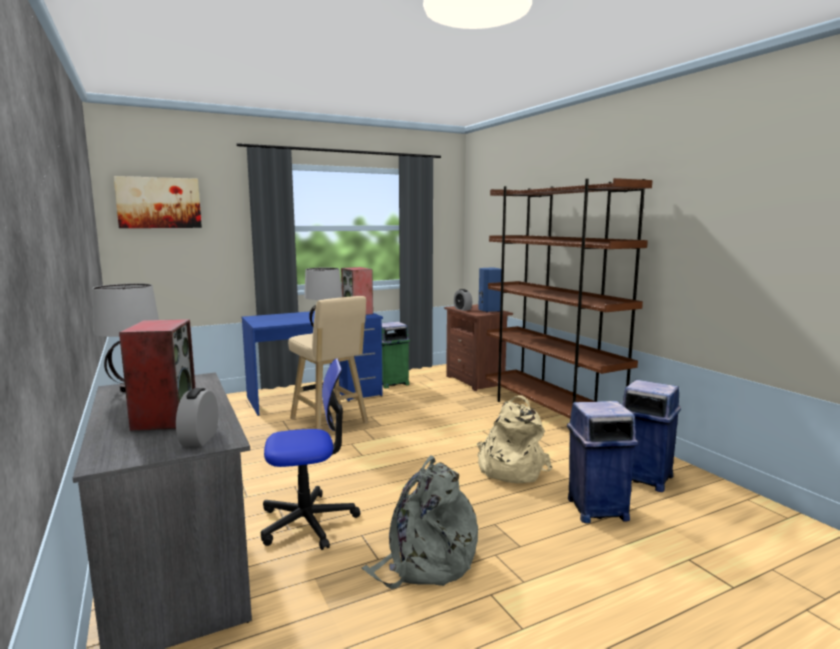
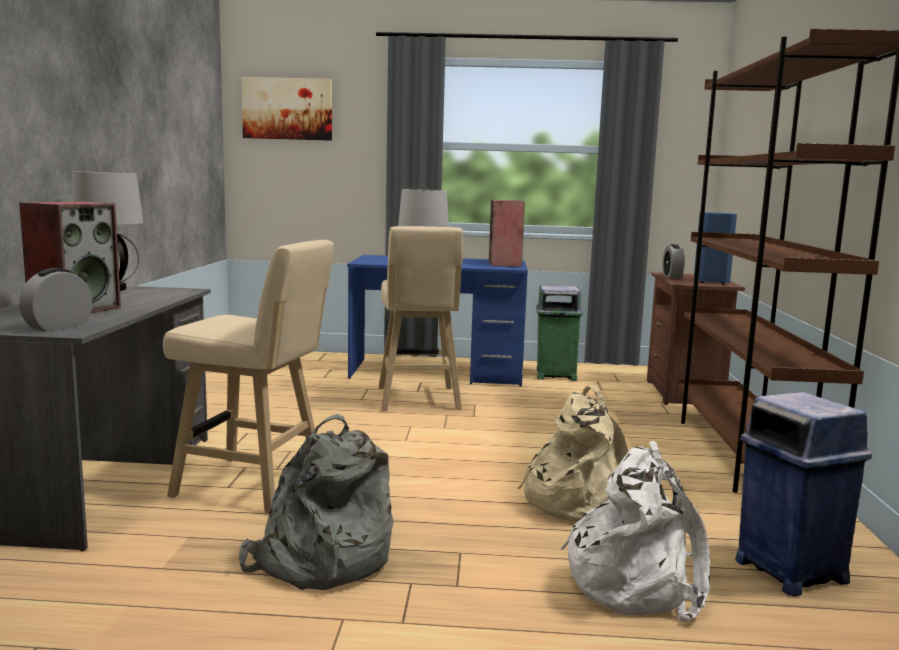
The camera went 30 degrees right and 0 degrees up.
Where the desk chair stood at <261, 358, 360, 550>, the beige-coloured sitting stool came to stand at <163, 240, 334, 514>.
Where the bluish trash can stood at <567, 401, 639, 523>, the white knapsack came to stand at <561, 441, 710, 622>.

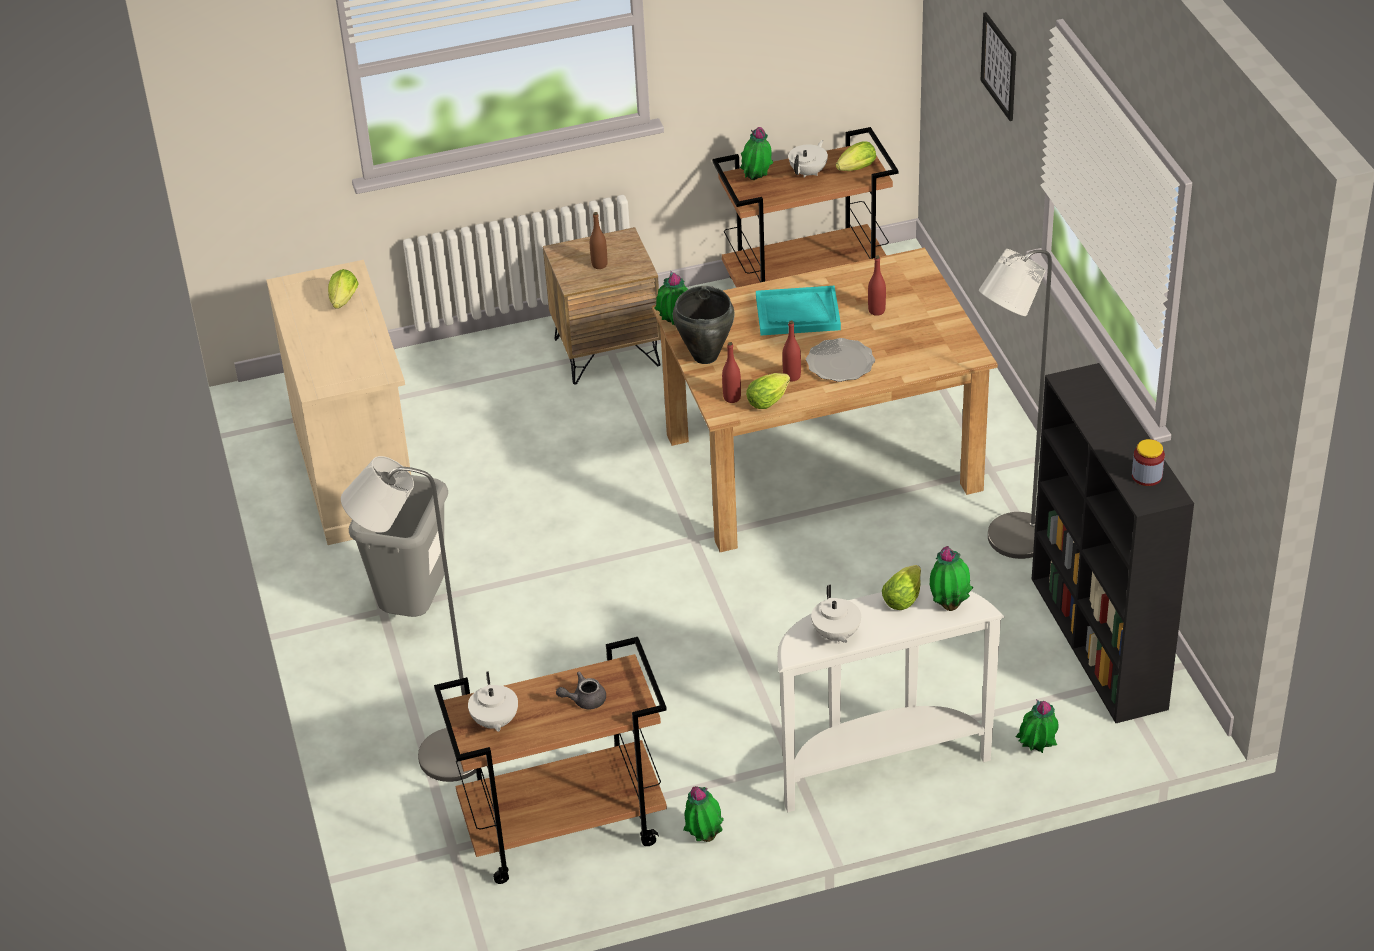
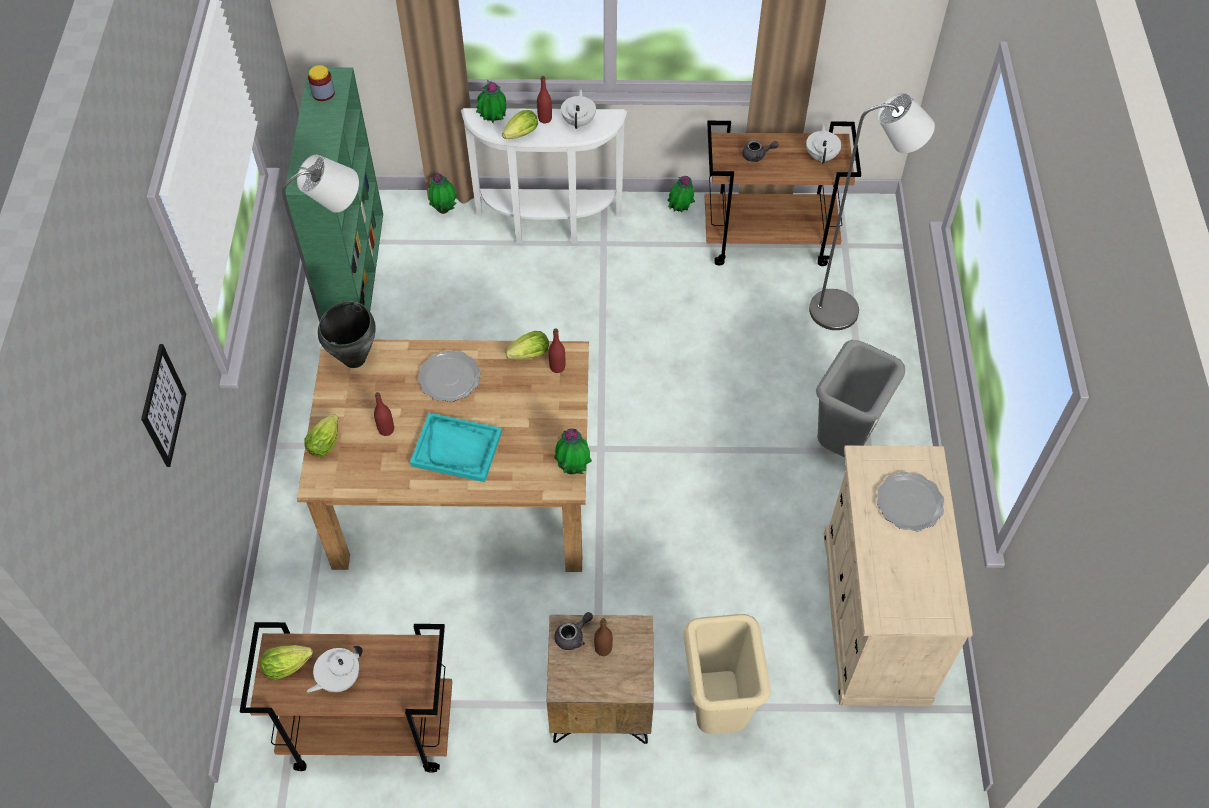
The camera went 165 degrees left and 15 degrees up.
The lettuce head ended up elsewhere, having gone from <328, 269, 359, 309> to <305, 414, 339, 457>.
The black cooking pot ended up elsewhere, having gone from <673, 286, 735, 364> to <318, 301, 376, 368>.
The second view lost the houseplant at <740, 127, 773, 180>.
The red-coloured drink bottle ended up elsewhere, having gone from <782, 320, 801, 381> to <537, 76, 552, 123>.
What was the black shelving unit at <1032, 363, 1194, 723> turned into the greenish shelving unit at <285, 67, 383, 317>.
The second view gained the gray teapot at <554, 612, 593, 650>.
The second view gained the beige-coloured trash can at <683, 614, 771, 734>.
The second view gained the plate at <877, 472, 944, 531>.

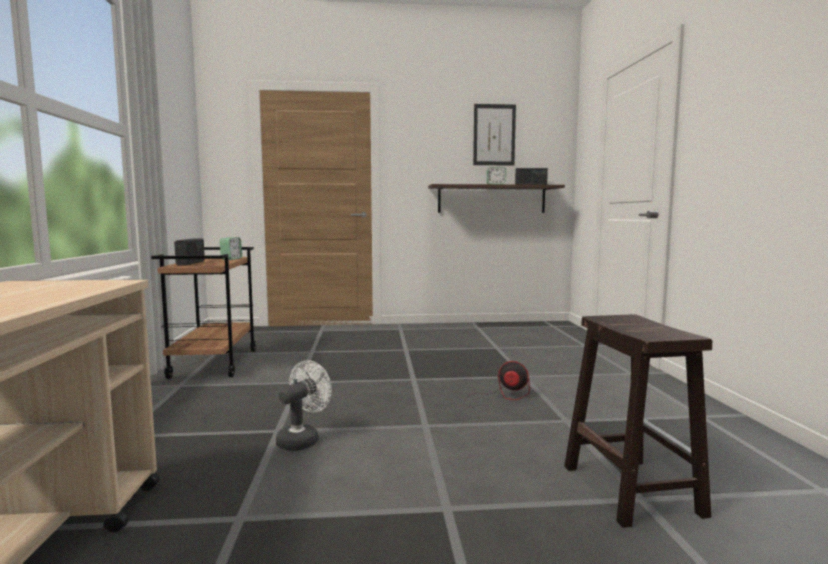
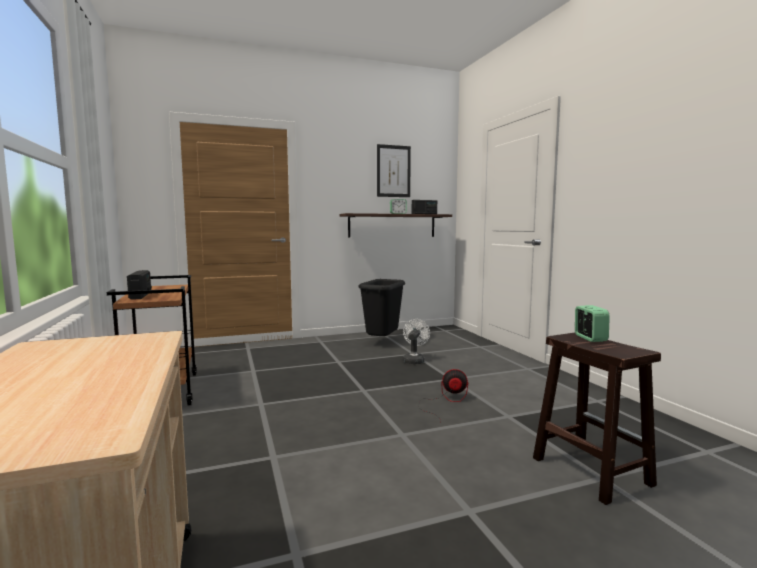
The camera went 15 degrees left and 0 degrees up.
The bedside clock ended up elsewhere, having gone from <220, 237, 242, 260> to <575, 305, 610, 342>.
The white cooling fan ended up elsewhere, having gone from <276, 360, 332, 451> to <403, 319, 430, 364>.
The second view gained the black trash can at <358, 279, 405, 336>.

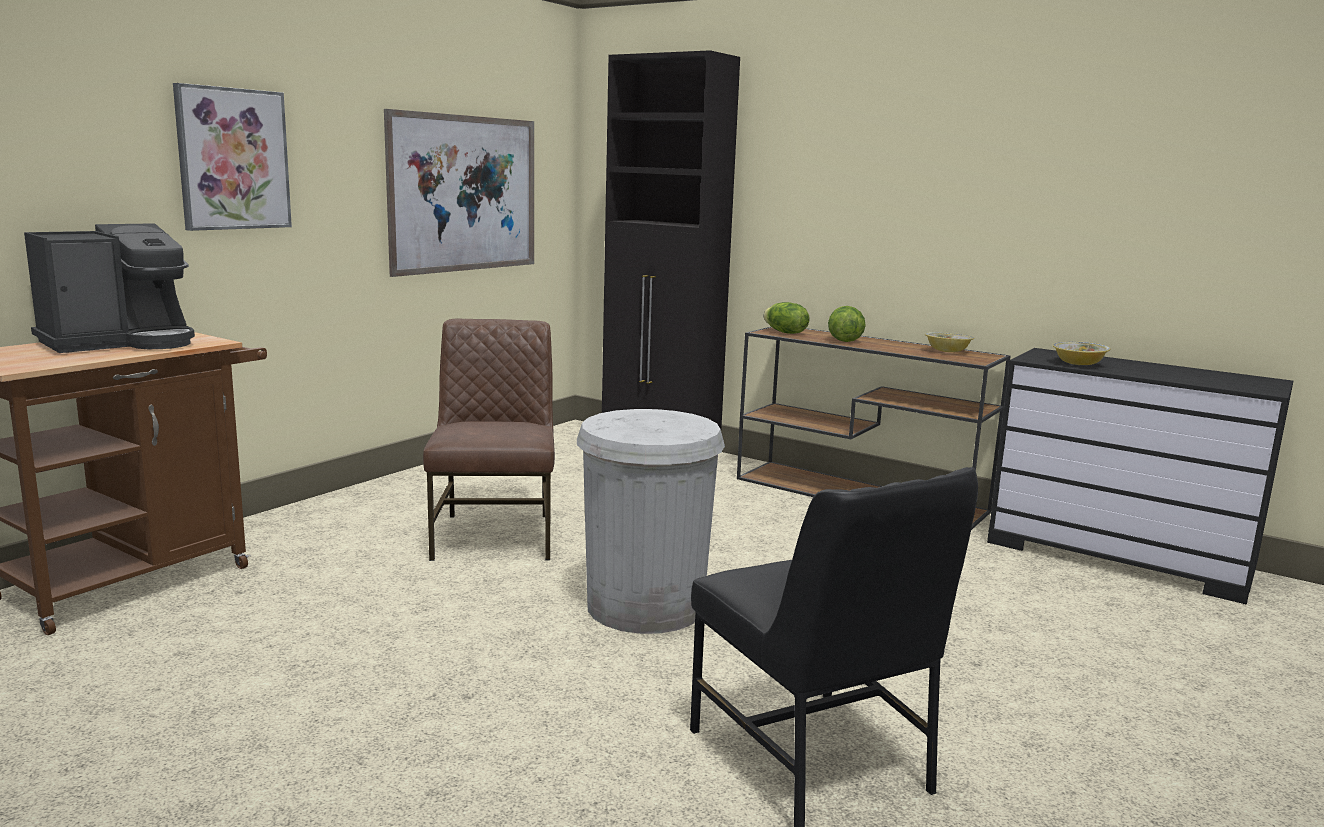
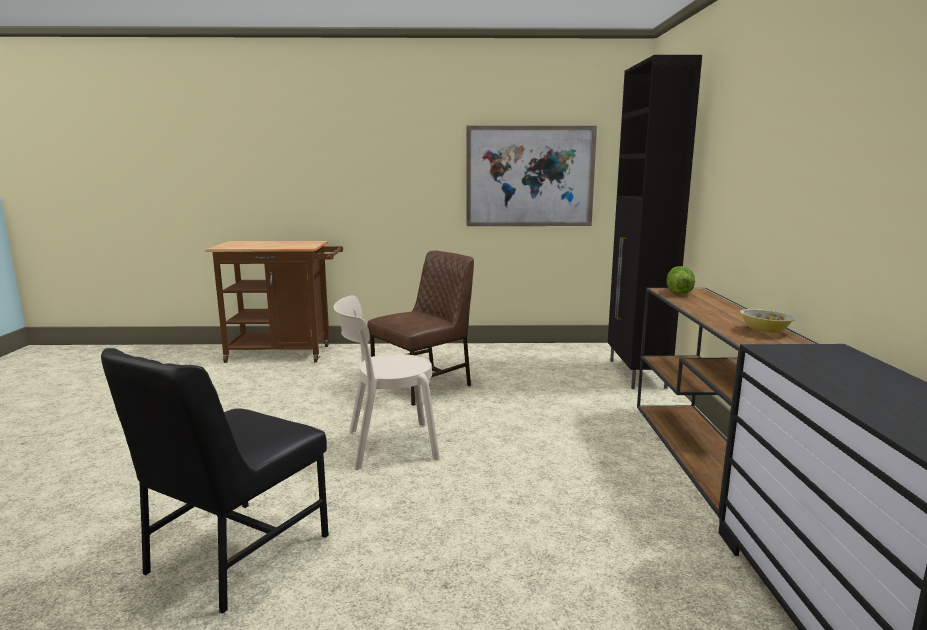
The camera went 55 degrees right and 0 degrees up.
The second view lost the coffee brewer at <24, 223, 195, 353>.
The second view lost the wall picture at <173, 83, 292, 231>.
Where the white trash can stood at <577, 409, 725, 634>, the beige-coloured upright chair came to stand at <334, 296, 440, 470>.
The second view lost the lettuce head at <828, 306, 866, 342>.
The second view lost the bowl at <1053, 341, 1110, 365>.

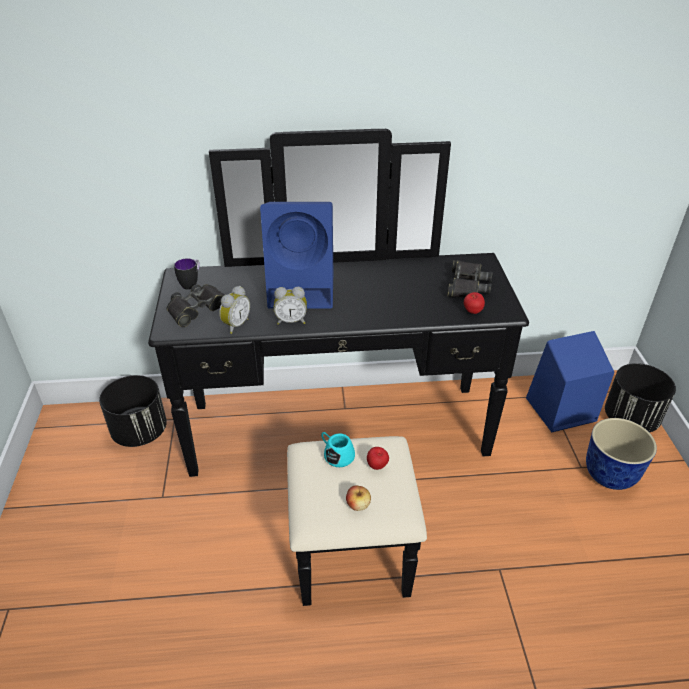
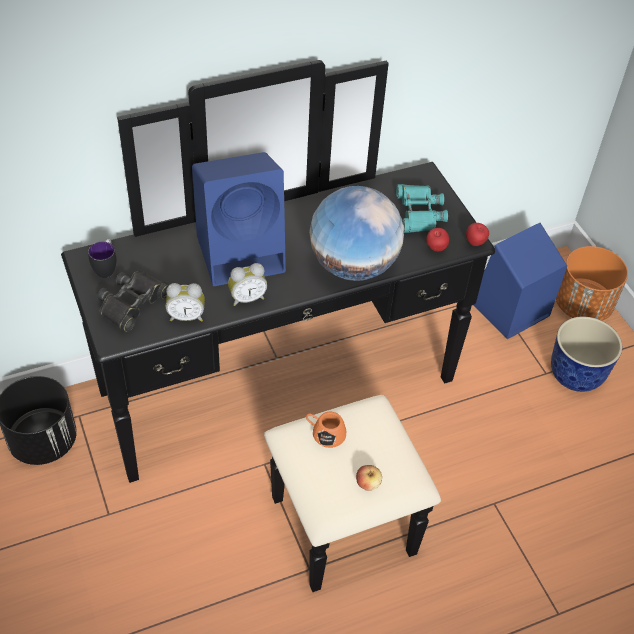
The camera went 20 degrees left and 10 degrees up.
The bedside clock at <219, 286, 250, 334> ended up facing another way, 75 degrees clockwise from before.
What was the turquoise-coloured coffee mug at <321, 432, 355, 467> turned into the orange-coloured coffee mug at <306, 412, 346, 448>.
The apple ended up elsewhere, having gone from <367, 447, 389, 470> to <466, 223, 489, 246>.
What was the black field glasses at <447, 260, 493, 297> turned into the turquoise-coloured field glasses at <396, 184, 448, 233>.
What was the black plant pot at <605, 363, 676, 433> turned into the orange-coloured plant pot at <556, 246, 628, 321>.
The second view gained the world globe at <309, 186, 404, 281>.

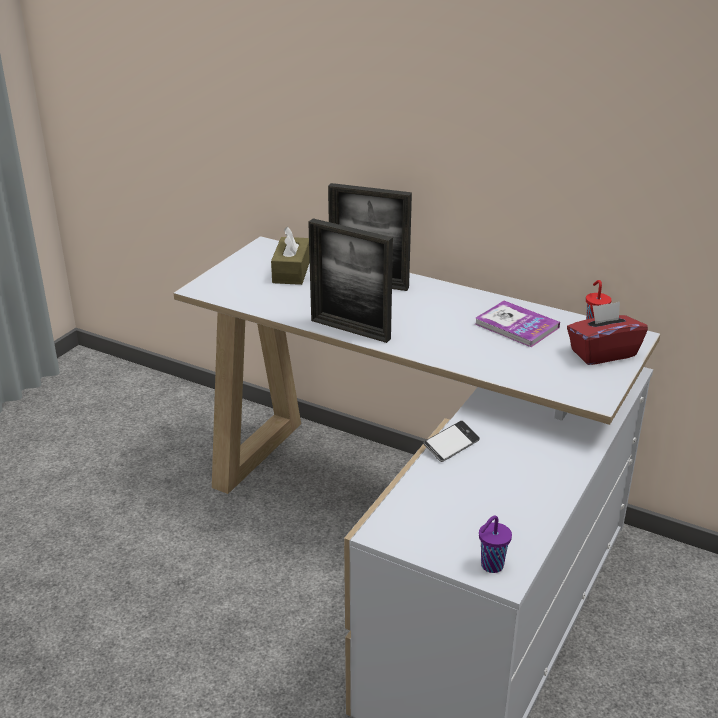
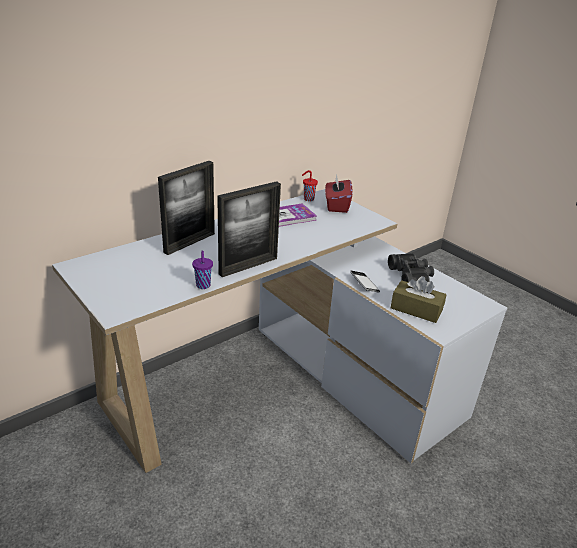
The camera went 70 degrees left and 0 degrees up.
The brownish tissue holder ended up elsewhere, having gone from <271, 226, 310, 285> to <391, 276, 447, 323>.
The purple drinking cup ended up elsewhere, having gone from <479, 515, 512, 573> to <192, 251, 213, 289>.
The second view gained the black field glasses at <388, 253, 434, 282>.

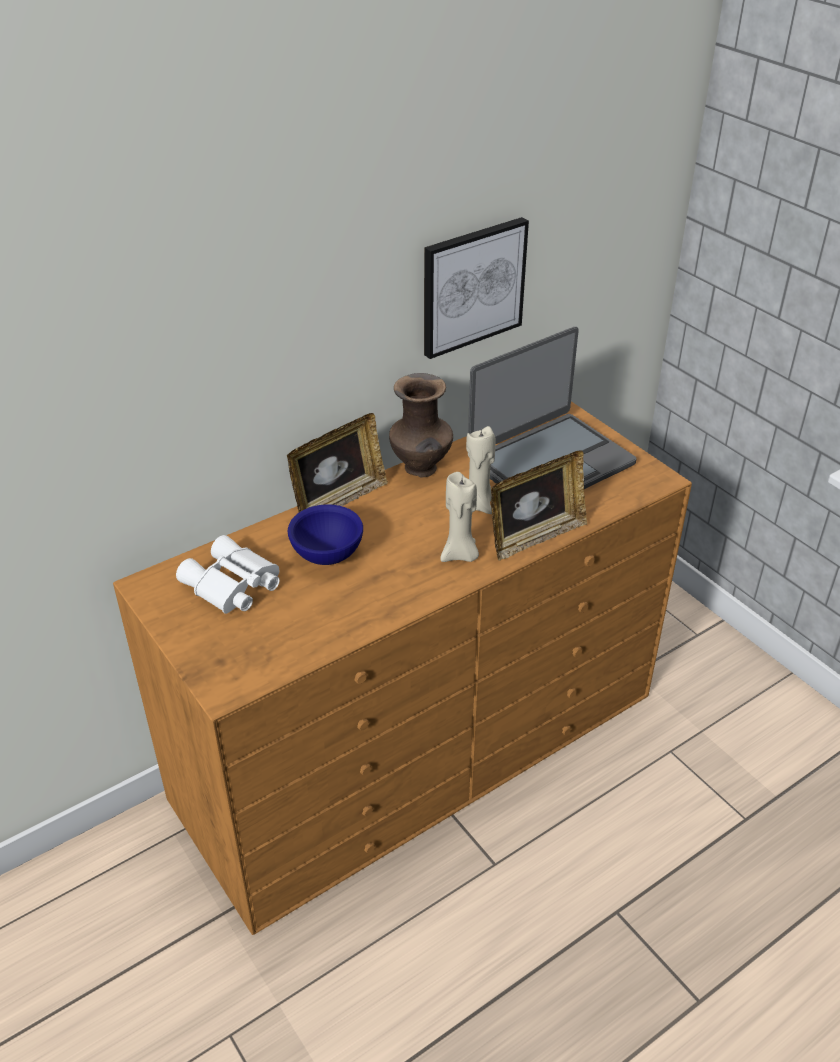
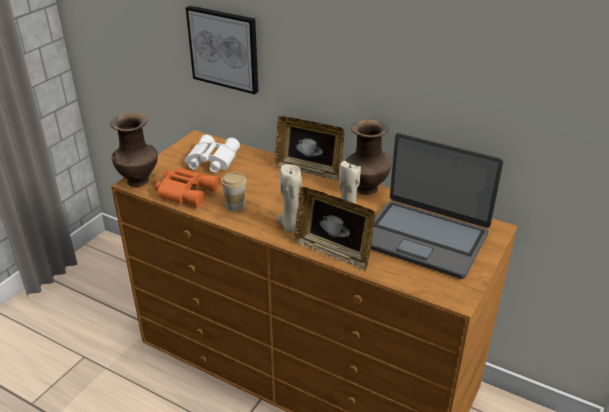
The camera went 65 degrees right and 5 degrees down.
The second view lost the bluish bowl at <288, 504, 363, 565>.
The wall picture ended up elsewhere, having gone from <424, 217, 529, 359> to <186, 6, 258, 94>.
The second view gained the brownish vase at <110, 112, 158, 187>.
The second view gained the orange-coloured field glasses at <155, 168, 221, 208>.
The second view gained the drinking cup at <221, 172, 247, 211>.

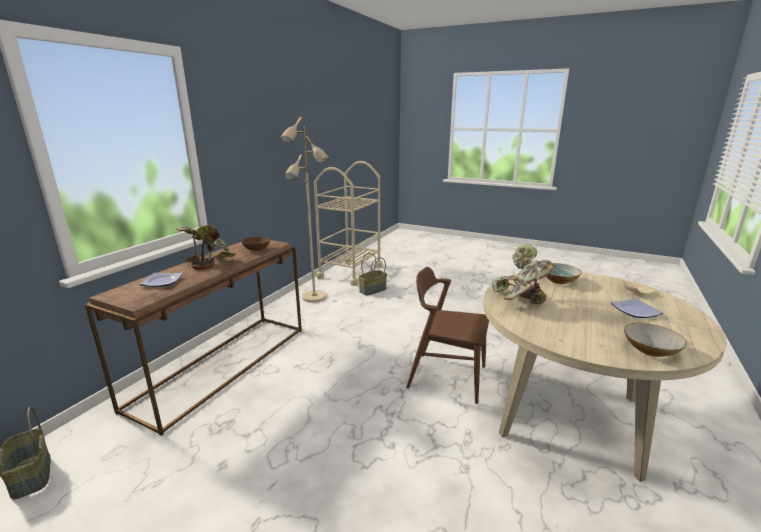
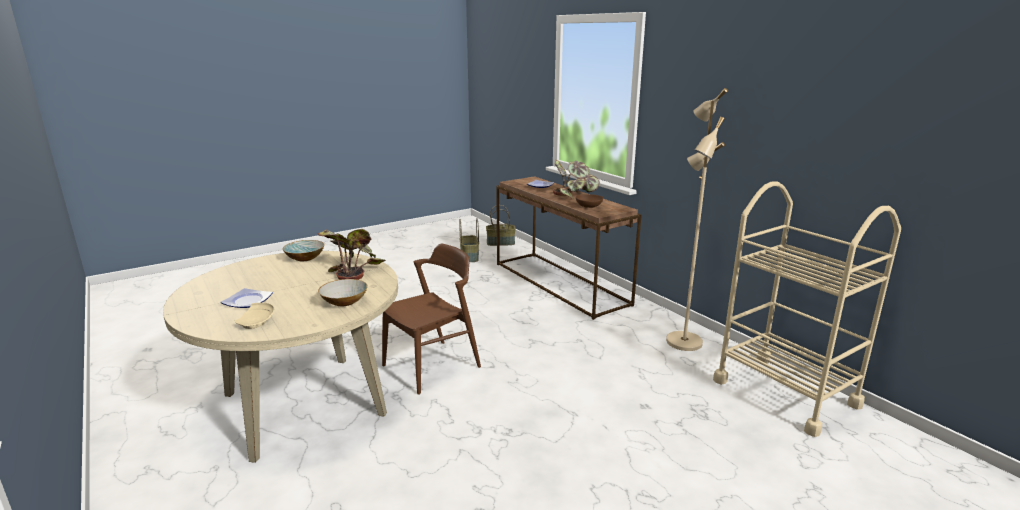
The camera went 120 degrees right and 0 degrees up.
The basket ended up elsewhere, having gone from <358, 253, 387, 296> to <459, 219, 479, 262>.
The bowl ended up elsewhere, having gone from <624, 323, 687, 357> to <282, 240, 325, 261>.

